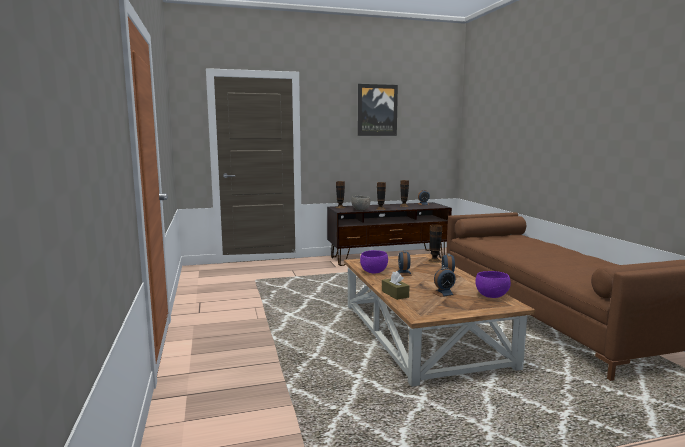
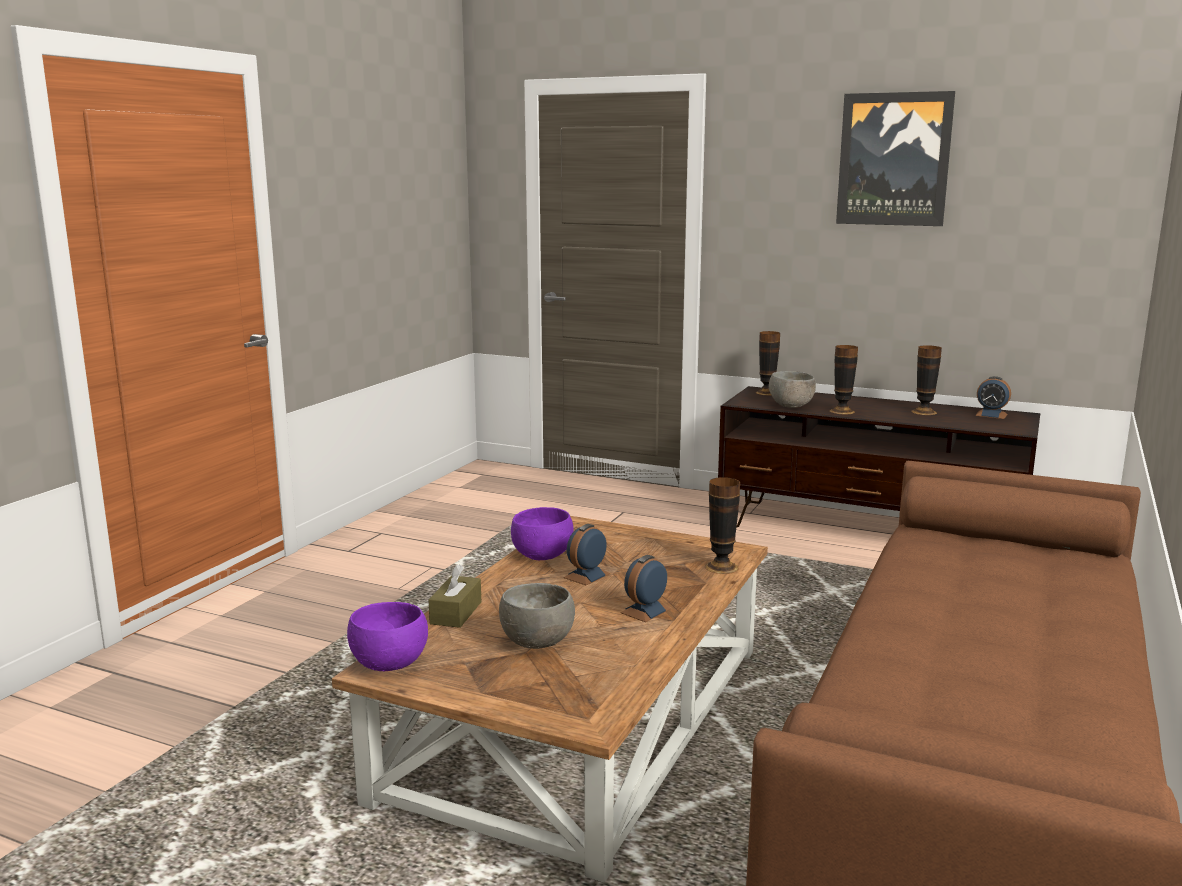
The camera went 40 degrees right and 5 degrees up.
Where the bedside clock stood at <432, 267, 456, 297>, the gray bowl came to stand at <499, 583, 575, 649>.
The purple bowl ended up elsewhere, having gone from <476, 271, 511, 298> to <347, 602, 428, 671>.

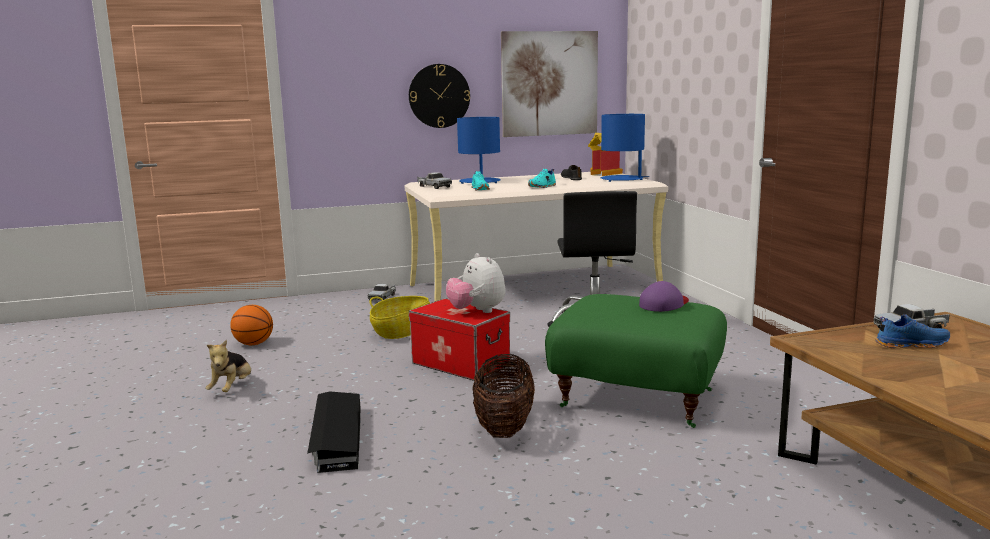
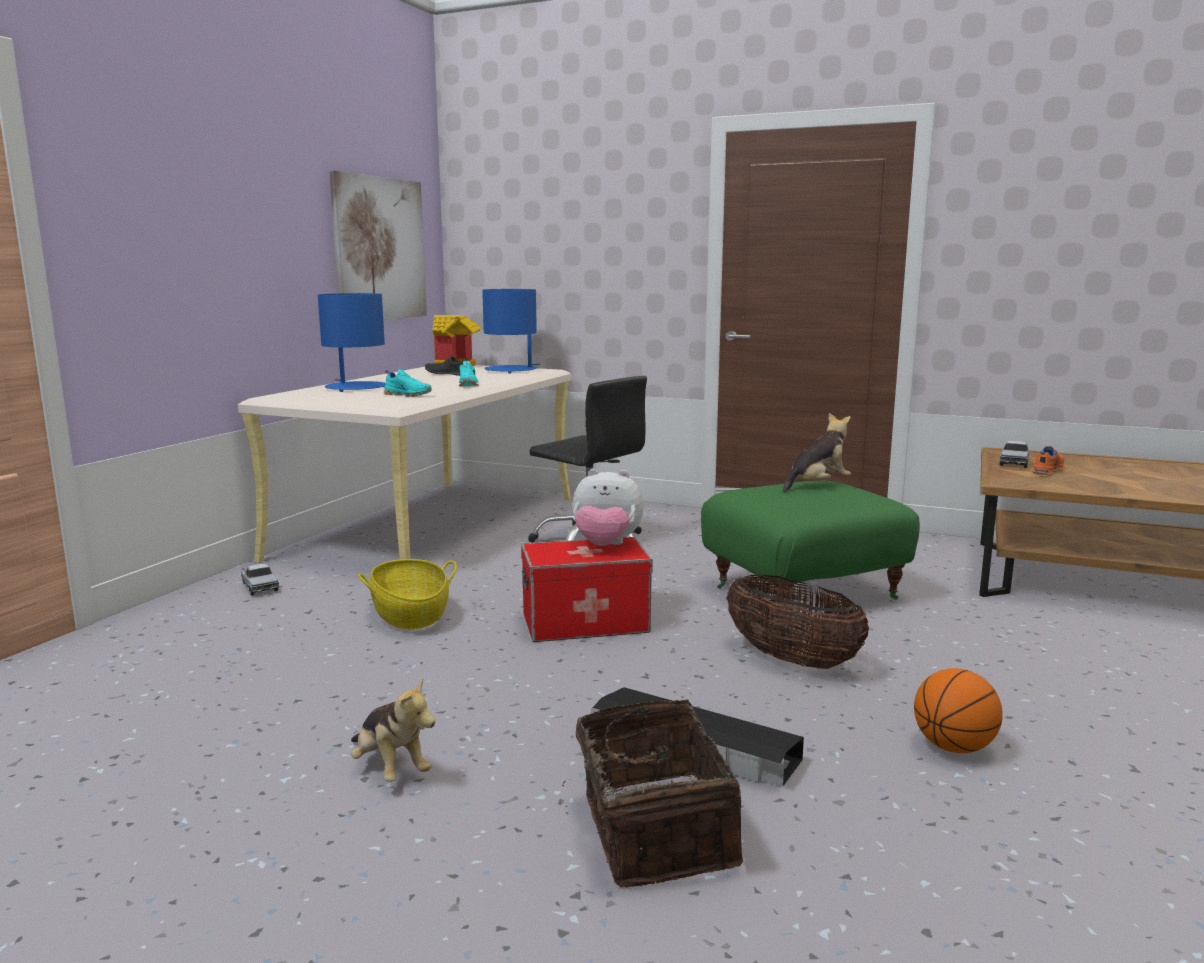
The camera went 50 degrees left and 0 degrees up.
The basketball ended up elsewhere, having gone from <230, 305, 273, 345> to <914, 668, 1003, 753>.
The second view lost the clock on the wall at <409, 64, 470, 128>.
The second view lost the toy truck at <417, 172, 452, 189>.
Where the purple cap stood at <639, 281, 689, 312>, the soft toy came to stand at <783, 413, 851, 492>.
What was the bluish shoe at <875, 314, 950, 348> turned into the orange-coloured shoe at <1033, 446, 1064, 475>.
The second view gained the basket at <562, 700, 743, 888>.

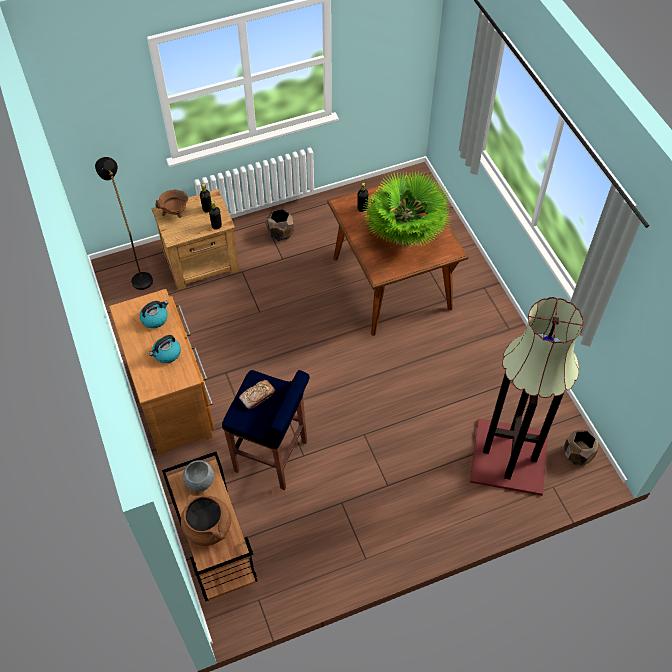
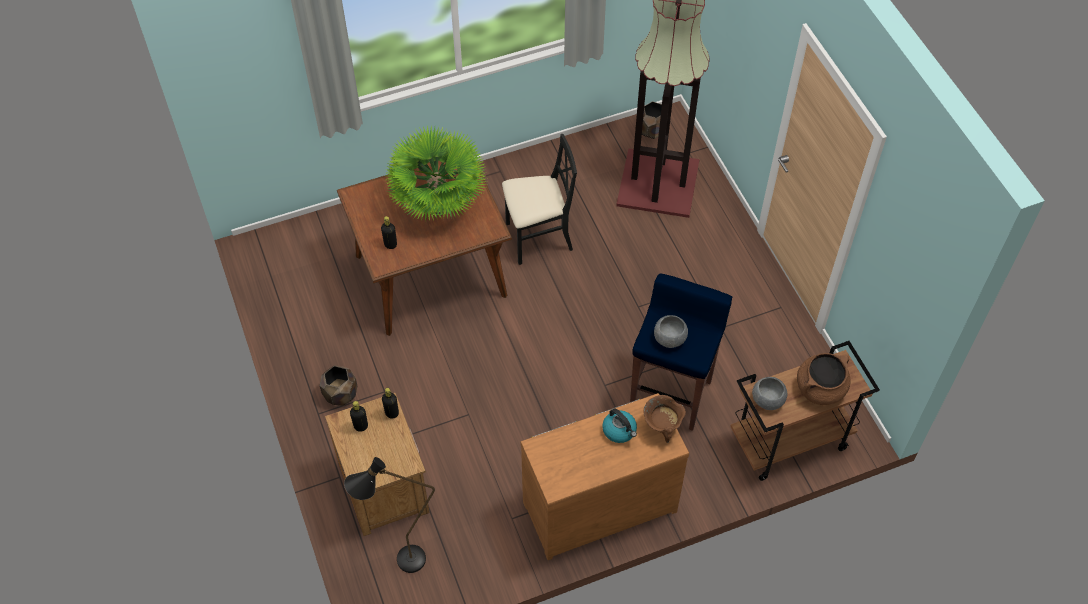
The camera went 90 degrees left and 0 degrees up.
The second view lost the tea kettle at <140, 300, 168, 328>.
The brownish cooking pot ended up elsewhere, having gone from <155, 190, 188, 218> to <644, 395, 686, 443>.
Where the baked bread stood at <239, 379, 275, 409>, the gray bowl came to stand at <654, 315, 688, 348>.
The second view gained the black upright chair at <502, 134, 577, 265>.

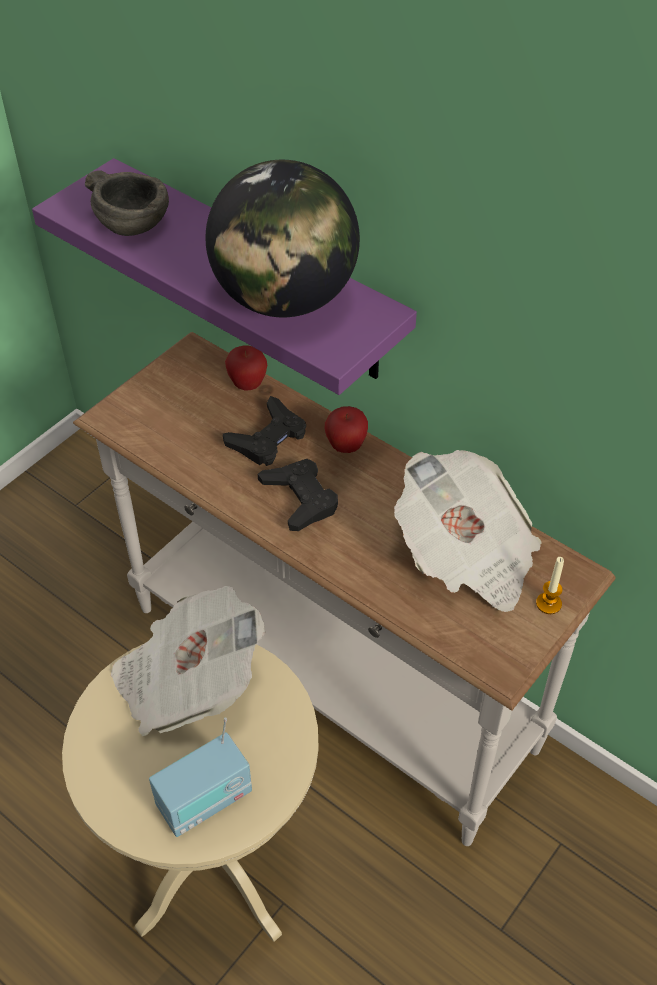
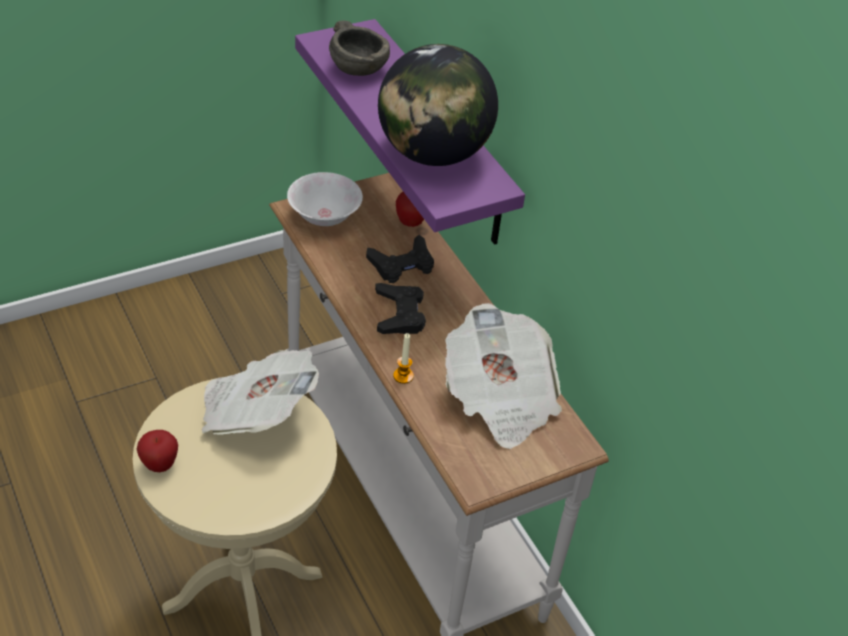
The camera went 20 degrees right and 5 degrees down.
The second view lost the radio receiver at <149, 717, 252, 837>.
The apple ended up elsewhere, having gone from <325, 406, 368, 453> to <137, 430, 178, 472>.
The candle ended up elsewhere, having gone from <536, 557, 564, 614> to <393, 333, 414, 384>.
The second view gained the white bowl at <287, 172, 363, 226>.

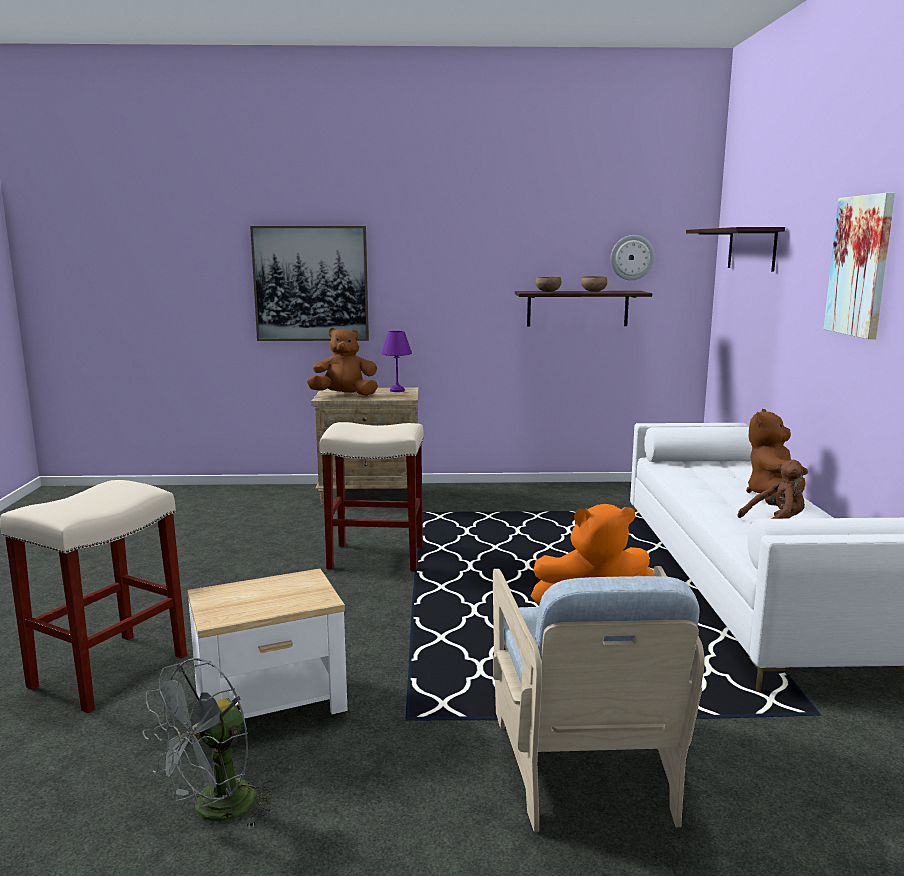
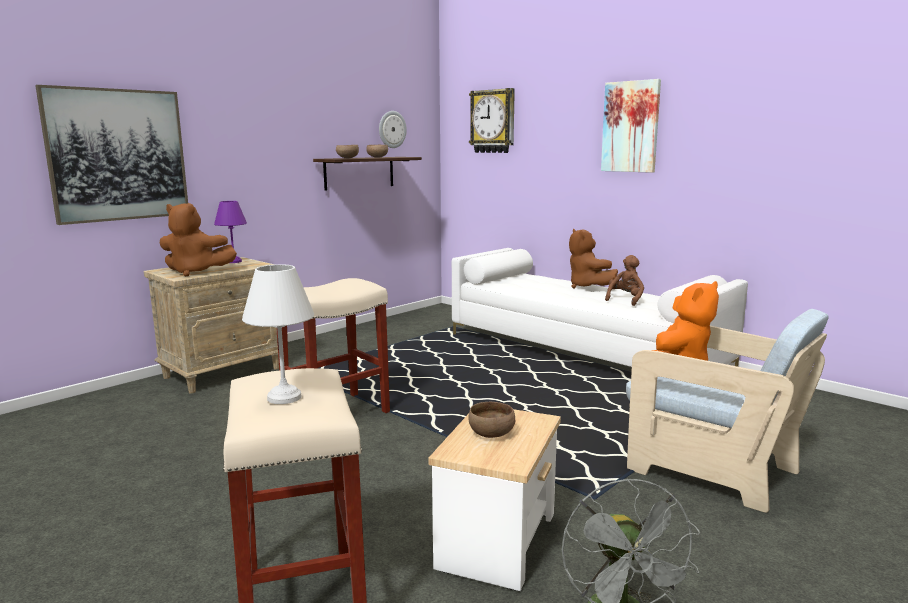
The camera went 45 degrees left and 0 degrees up.
The brownish soft toy at <307, 327, 378, 396> ended up facing another way, 120 degrees counterclockwise from before.
Where the bracket shelf hung at <686, 227, 785, 272>, the clock on the wall came to hang at <469, 88, 515, 153>.
The second view gained the white tabletop lamp at <242, 264, 314, 404>.
The second view gained the brownish bowl at <468, 402, 515, 438>.

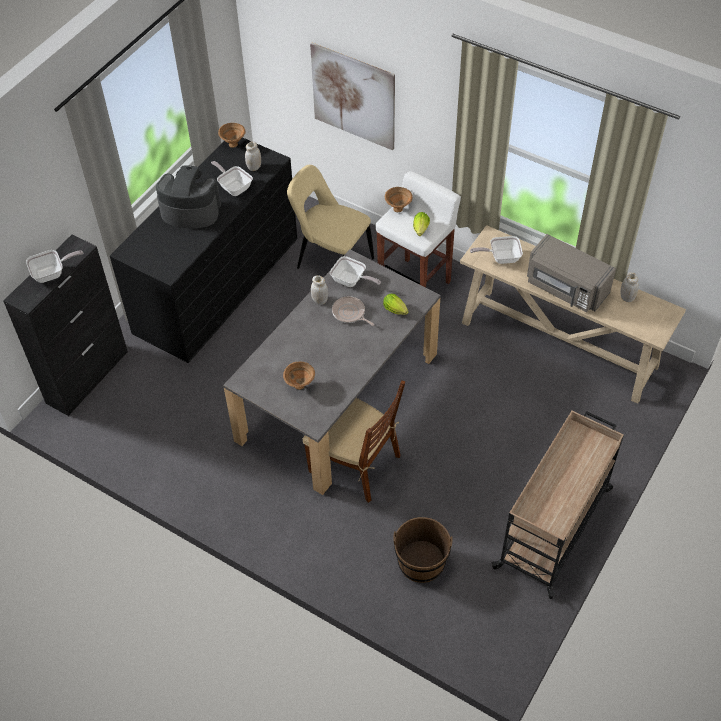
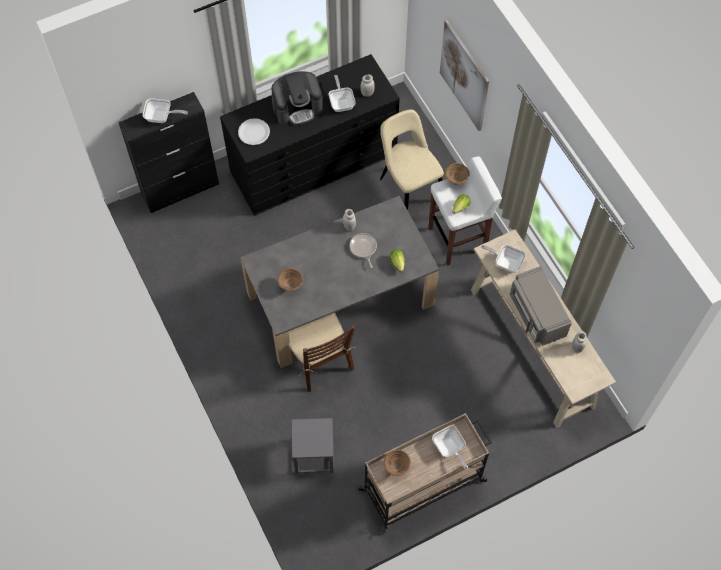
The camera went 30 degrees right and 10 degrees up.
The coffee brewer at <156, 165, 221, 229> ended up facing another way, 120 degrees clockwise from before.
The brownish bowl ended up elsewhere, having gone from <218, 123, 245, 148> to <384, 450, 411, 476>.
The skillet ended up elsewhere, having gone from <330, 256, 381, 287> to <432, 425, 469, 470>.
Where the brownish water bucket stood at <393, 517, 453, 583>, the gray sitting stool came to stand at <292, 418, 334, 474>.
The second view gained the white plate at <238, 118, 270, 145>.

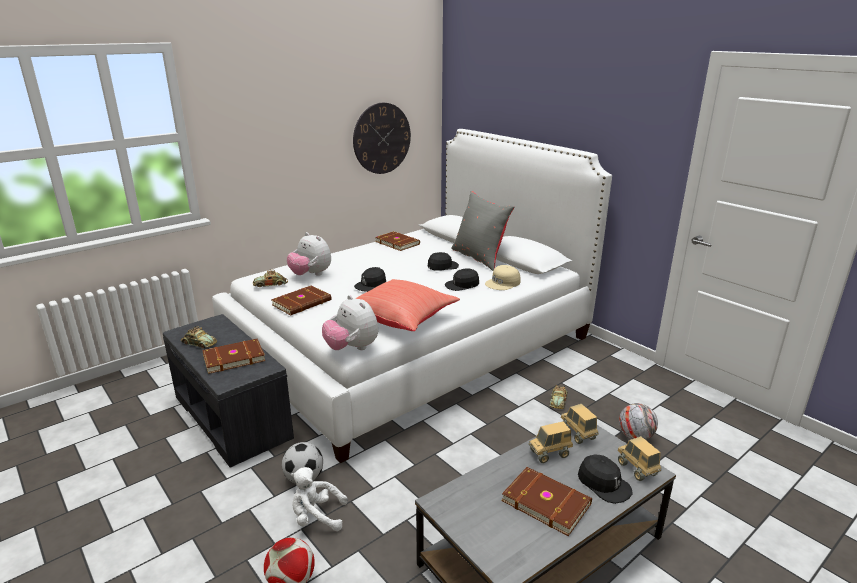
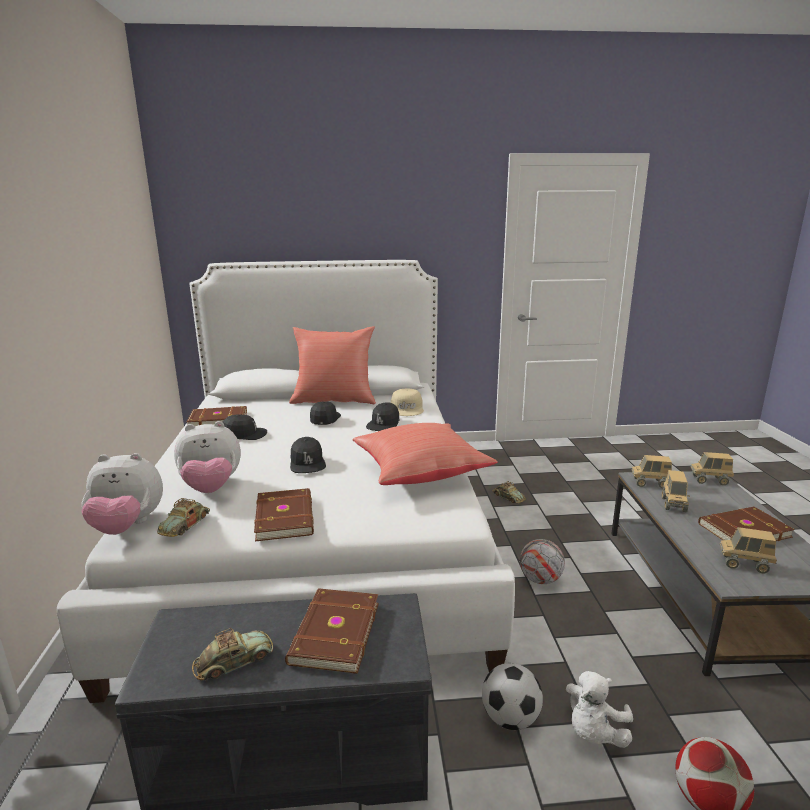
The camera went 55 degrees left and 5 degrees down.
The soft toy ended up elsewhere, having gone from <322, 295, 378, 350> to <81, 453, 163, 535>.
The second view lost the clock on the wall at <353, 103, 411, 174>.
What was the gray cushion at <451, 191, 515, 271> turned into the red-coloured cushion at <289, 326, 376, 404>.
The black cap ended up elsewhere, having gone from <578, 455, 633, 504> to <223, 415, 267, 440>.
The football ended up elsewhere, having gone from <619, 403, 658, 440> to <520, 539, 565, 584>.
The second view gained the toy truck at <719, 527, 777, 573>.

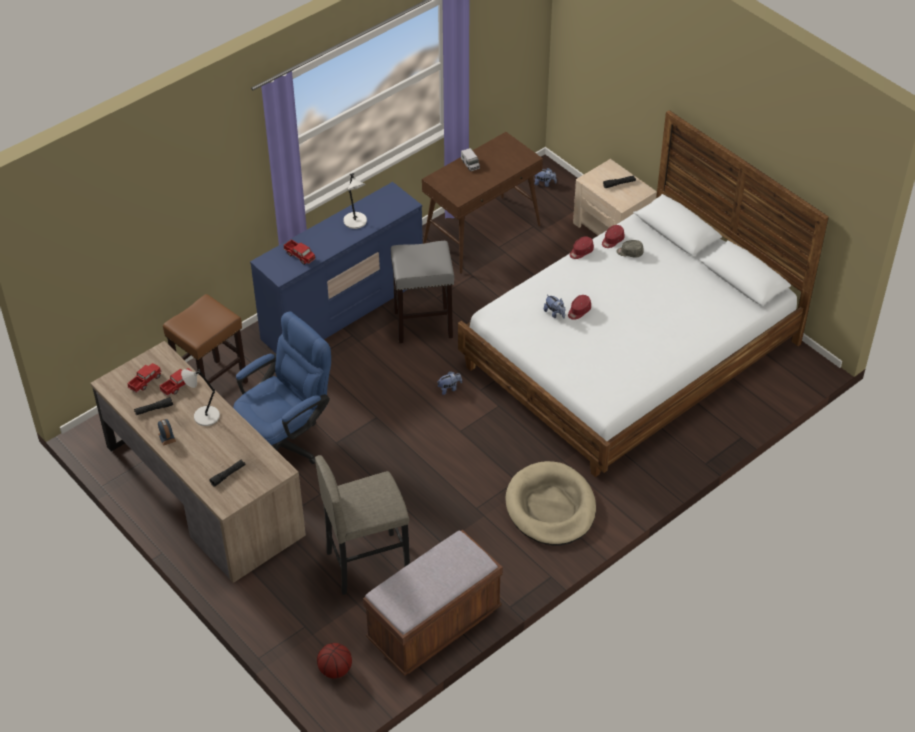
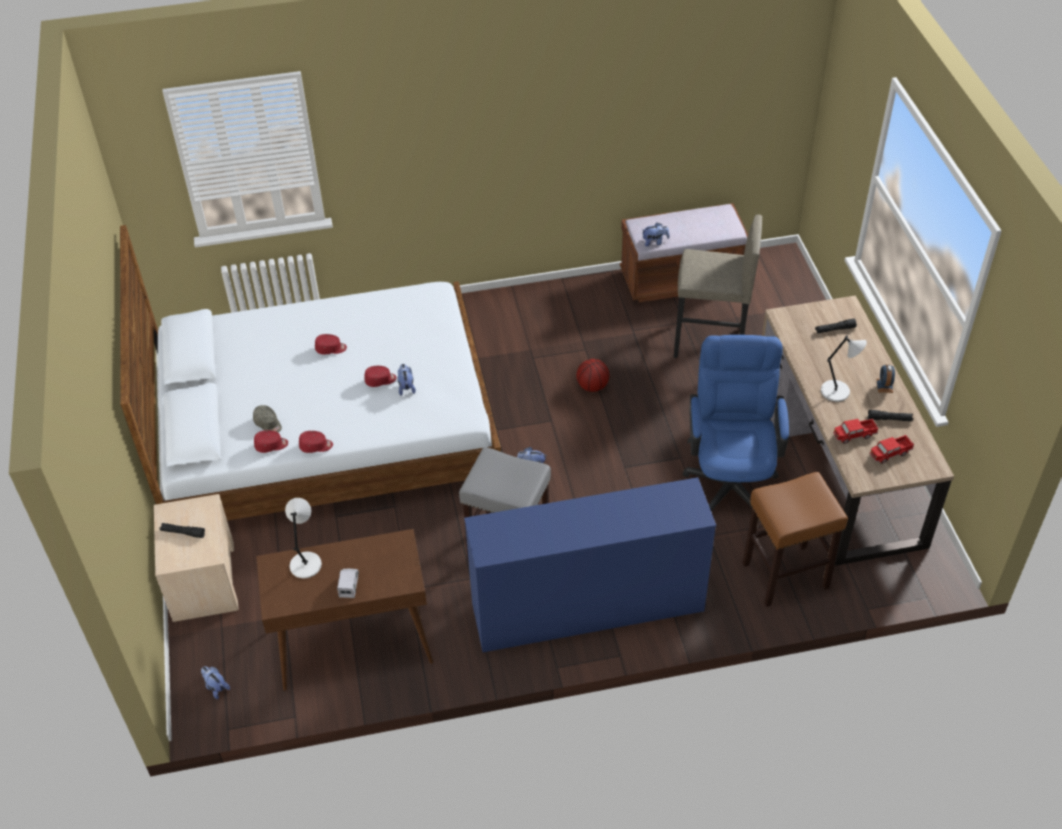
The camera went 150 degrees left and 0 degrees up.
The bluish desk chair at <233, 312, 331, 464> ended up facing another way, 105 degrees clockwise from before.
The second view lost the toy truck at <283, 239, 316, 265>.
The basketball ended up elsewhere, having gone from <317, 643, 352, 678> to <576, 359, 609, 392>.
The white tabletop lamp ended up elsewhere, having gone from <343, 173, 367, 229> to <285, 498, 322, 578>.
The second view lost the beige-coloured dog bed at <505, 461, 596, 545>.
The second view gained the red-coloured cap at <315, 334, 347, 354>.
The second view gained the soft toy at <642, 222, 670, 247>.

